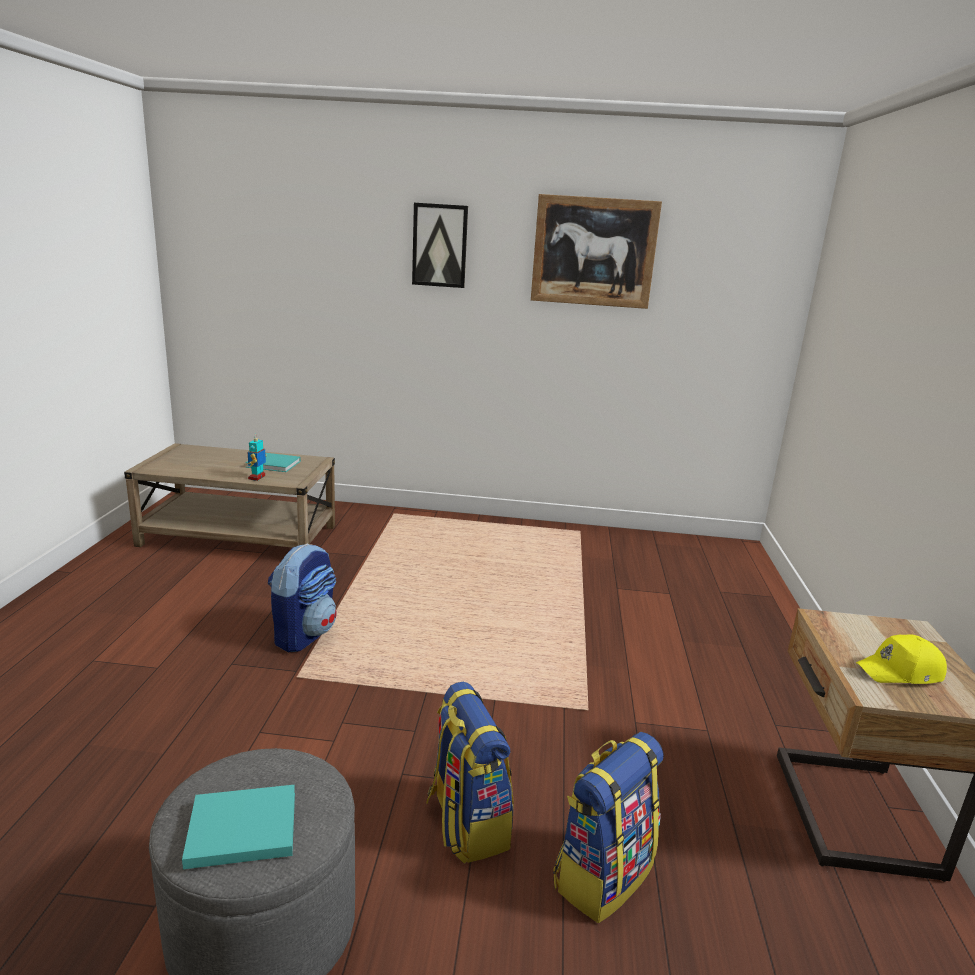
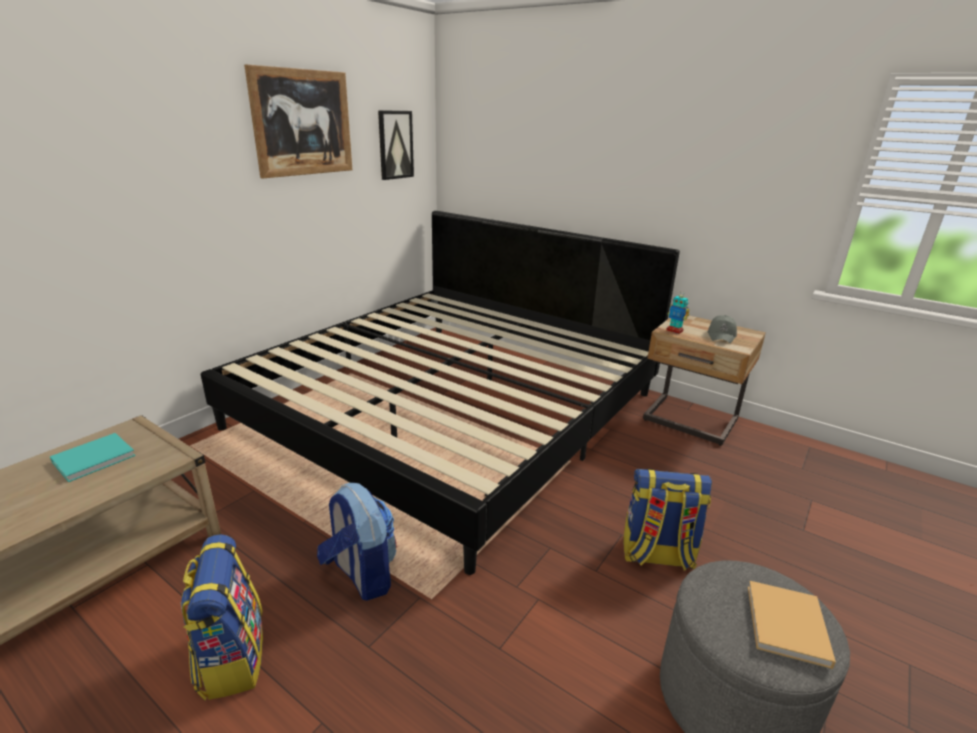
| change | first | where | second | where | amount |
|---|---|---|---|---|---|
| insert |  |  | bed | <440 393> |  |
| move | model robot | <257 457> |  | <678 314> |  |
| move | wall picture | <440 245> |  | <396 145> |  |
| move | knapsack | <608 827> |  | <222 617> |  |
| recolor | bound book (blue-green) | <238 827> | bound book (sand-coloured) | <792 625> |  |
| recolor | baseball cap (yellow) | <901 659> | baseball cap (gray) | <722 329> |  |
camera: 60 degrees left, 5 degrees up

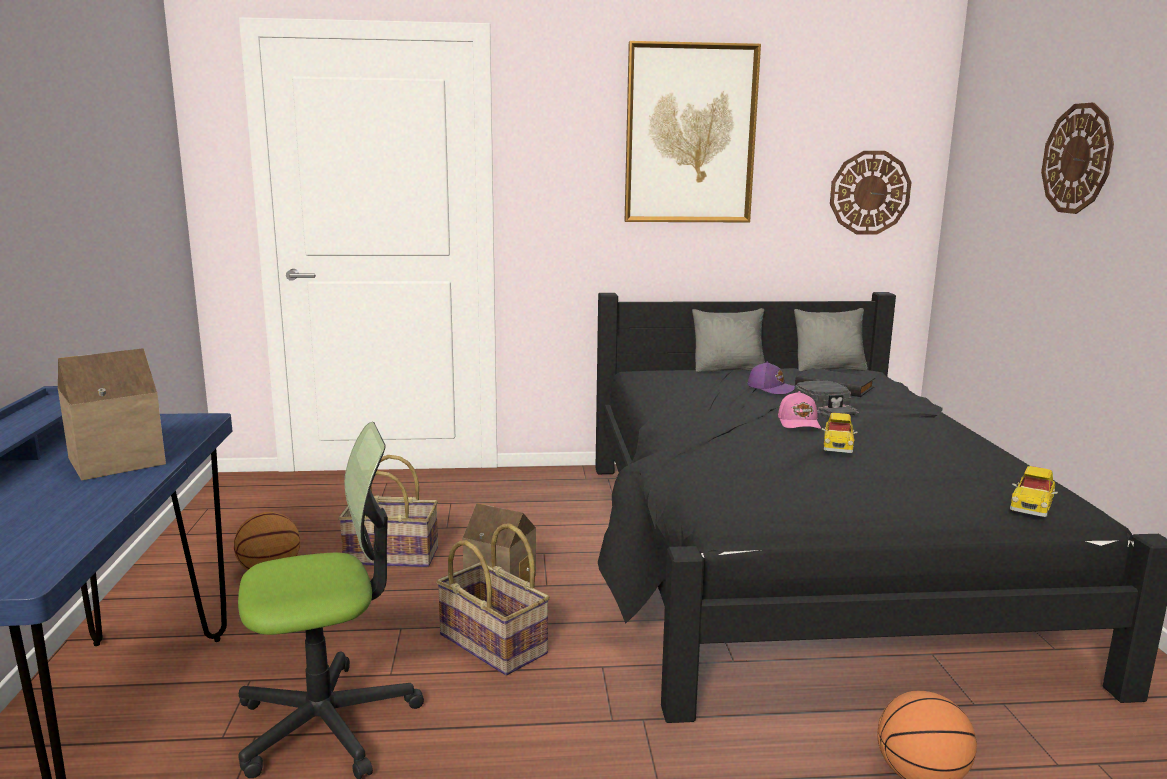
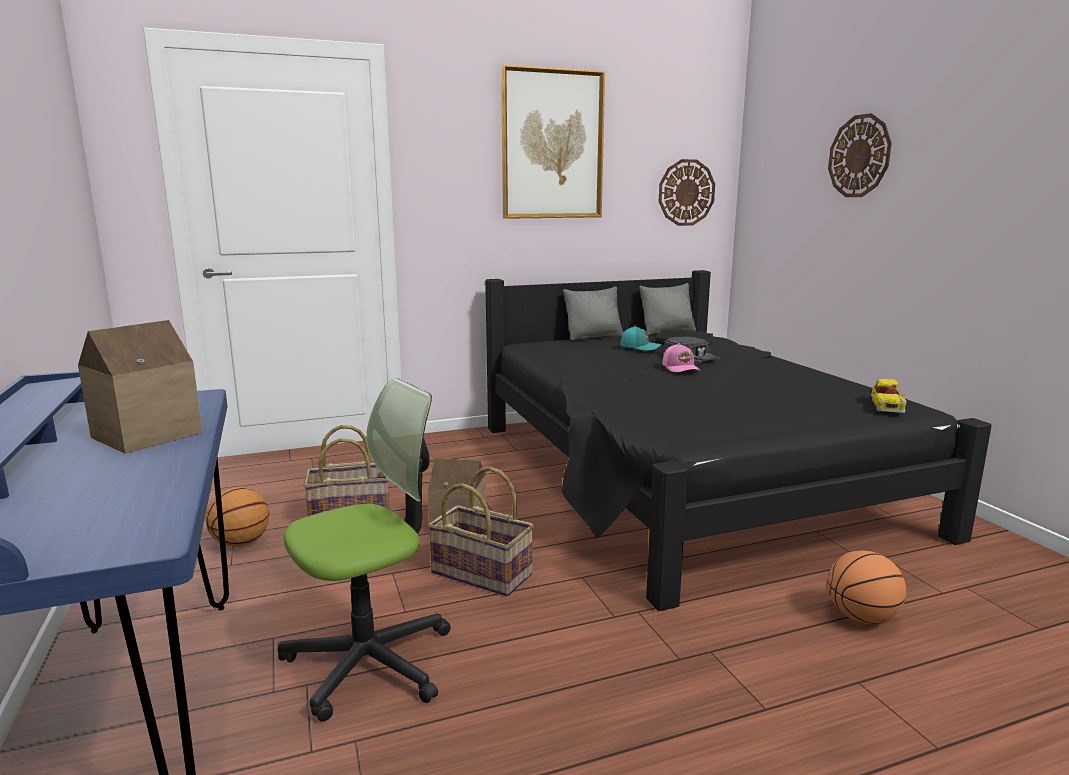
| change | first | where | second | where | amount |
|---|---|---|---|---|---|
| delete | miniature car | <840 433> |  |  |  |
| recolor | baseball cap (purple-coloured) | <771 378> | baseball cap (blue-green) | <641 338> |  |
camera: 15 degrees left, 0 degrees up

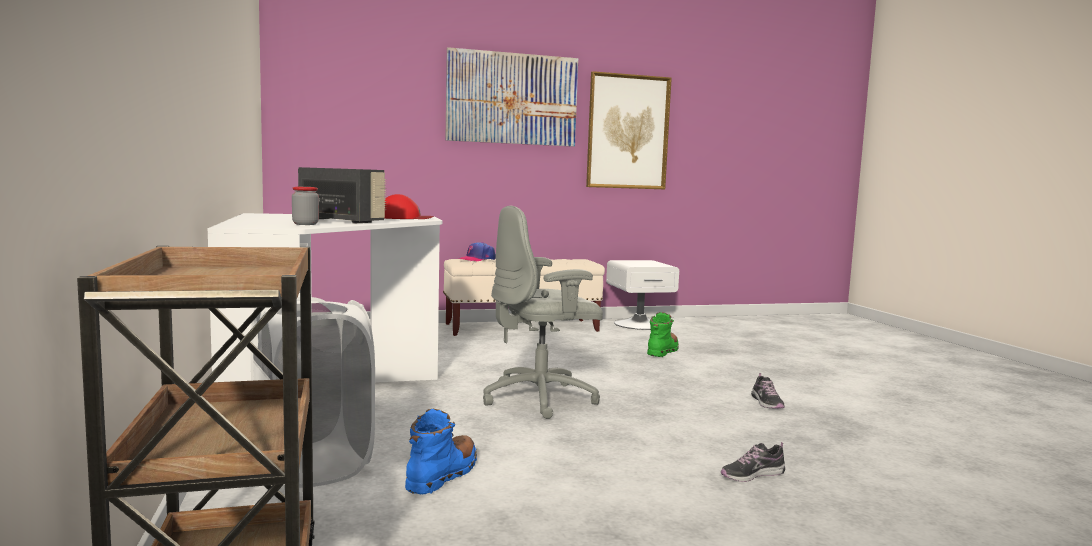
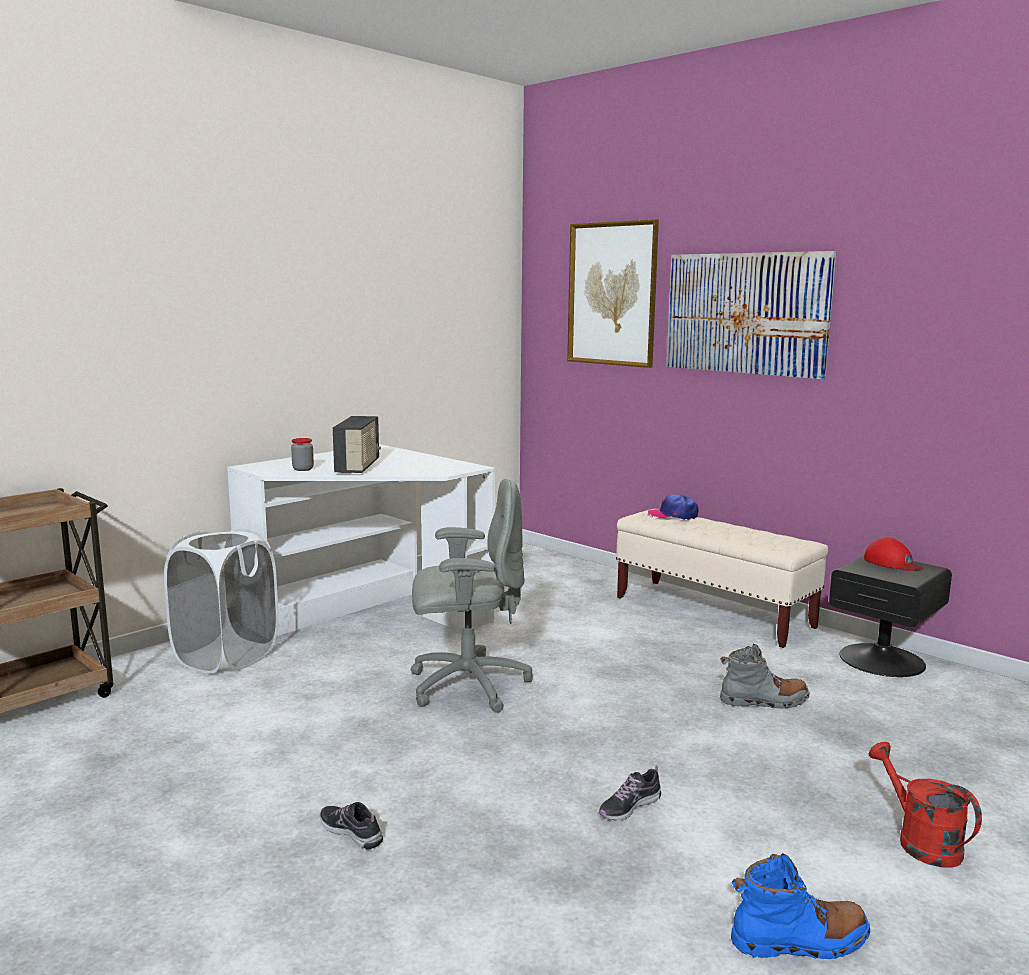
| change | first | where | second | where | amount |
|---|---|---|---|---|---|
| insert |  |  | sprinkling can (reddish) | <925 804> |  |
| move | baseball cap (reddish) | <409 206> |  | <894 554> |  |
| move | boot (blue) | <441 451> |  | <800 906> |  |
| move | wall picture | <629 130> |  | <613 293> |  |
| recolor | bedside table (whitish) | <642 295> | bedside table (black) | <890 616> |  |
| recolor | boot (greenish) | <663 334> | boot (gray) | <765 676> |  |
| rotate | computer chair (gray) | <543 312> |  | <472 596> | 135 degrees clockwise |
camera: 60 degrees right, 5 degrees up

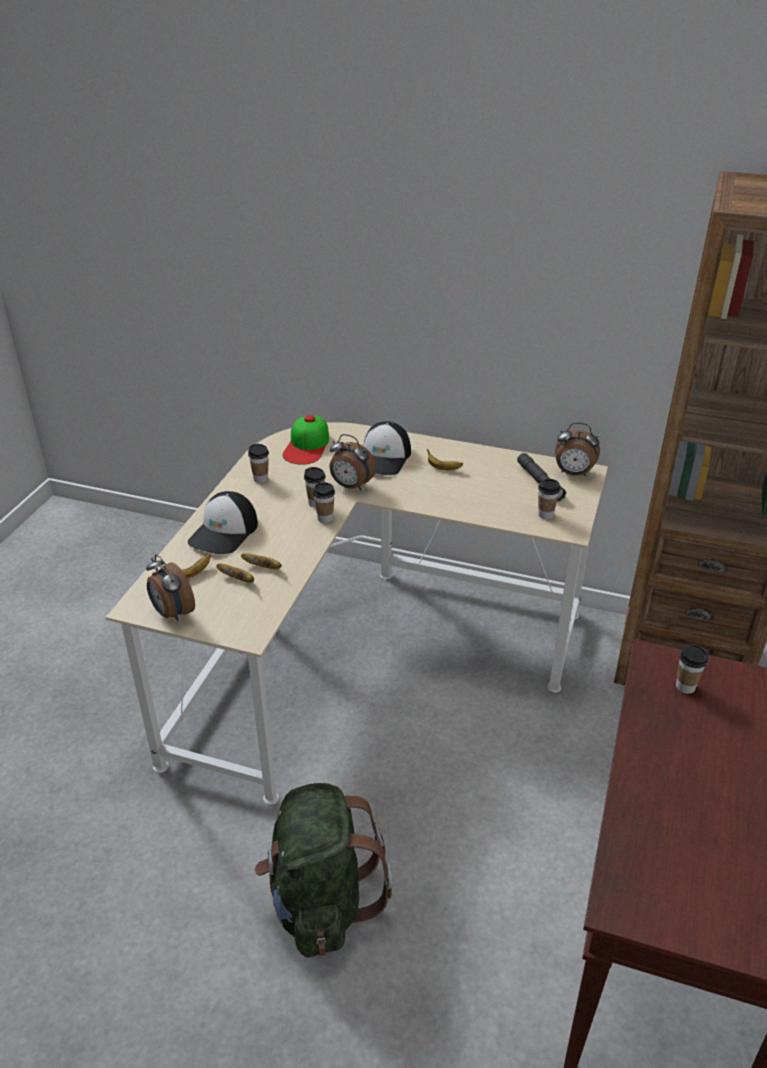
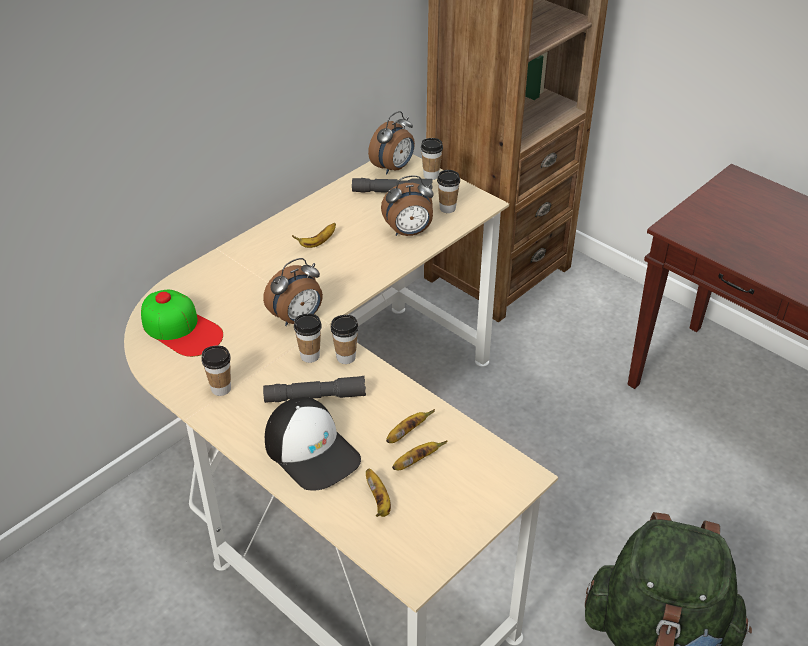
| change | first | where | second | where | amount |
|---|---|---|---|---|---|
| delete | baseball cap | <387 448> |  |  |  |
| insert |  |  | flashlight (gray) | <314 389> |  |
| move | bedside clock | <170 588> |  | <407 205> |  |
| move | drinking cup | <692 669> |  | <432 159> |  |
camera: 65 degrees left, 5 degrees up

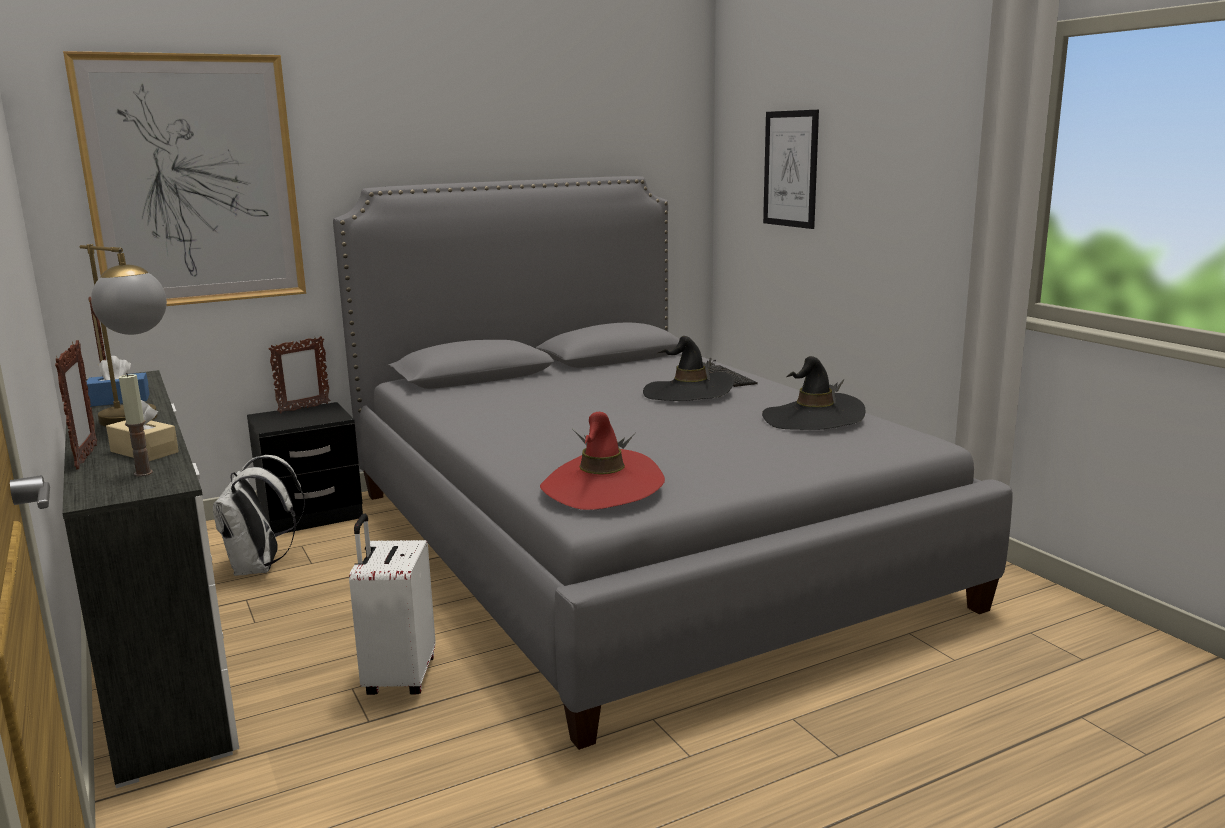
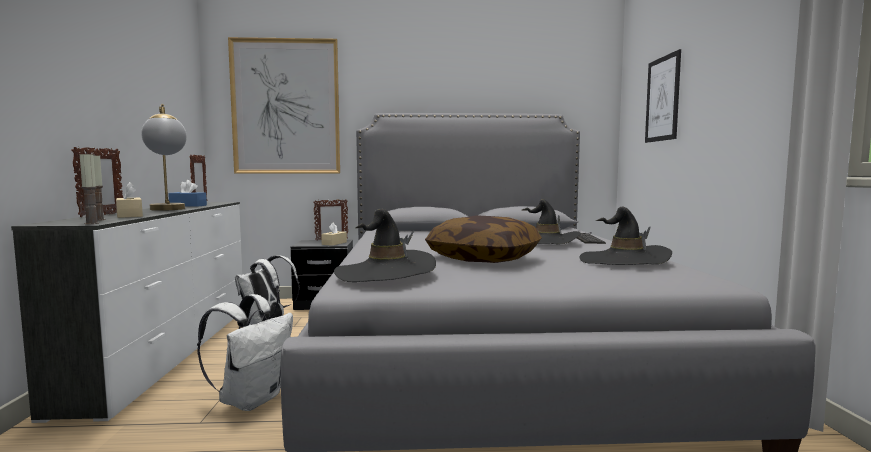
| change | first | where | second | where | amount |
|---|---|---|---|---|---|
| insert |  |  | wax light | <89 188> |  |
| insert |  |  | tissue holder (sand-coloured) | <334 234> |  |
| insert |  |  | cushion | <483 239> |  |
| replace | suitcase (whitish) | <392 604> | knapsack (whitish) | <245 352> |  |
| recolor | hat (reddish) | <602 461> | hat (black) | <385 245> |  |
camera: 25 degrees right, 10 degrees down

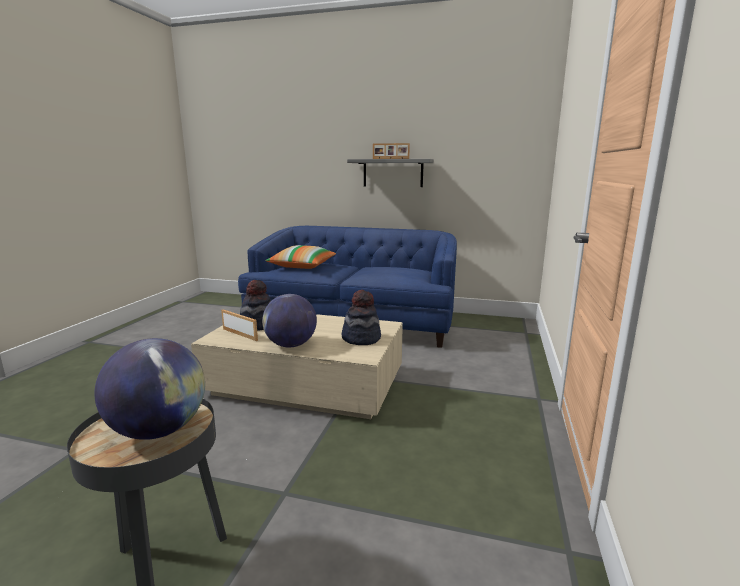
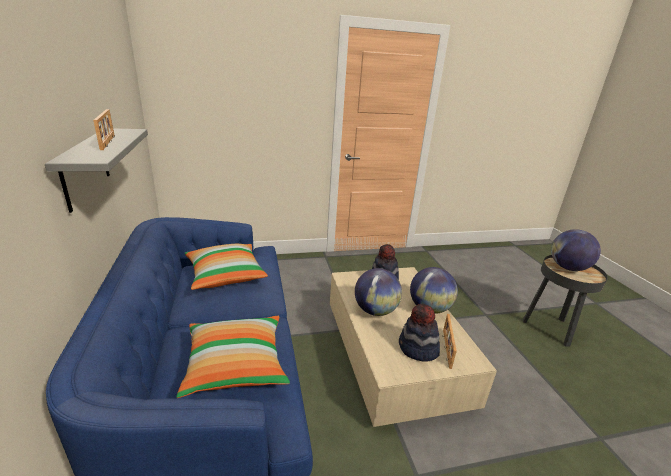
| change | first | where | second | where | amount |
|---|---|---|---|---|---|
| insert |  |  | cushion | <226 267> |  |
| insert |  |  | globe | <378 292> |  |
camera: 120 degrees left, 10 degrees up

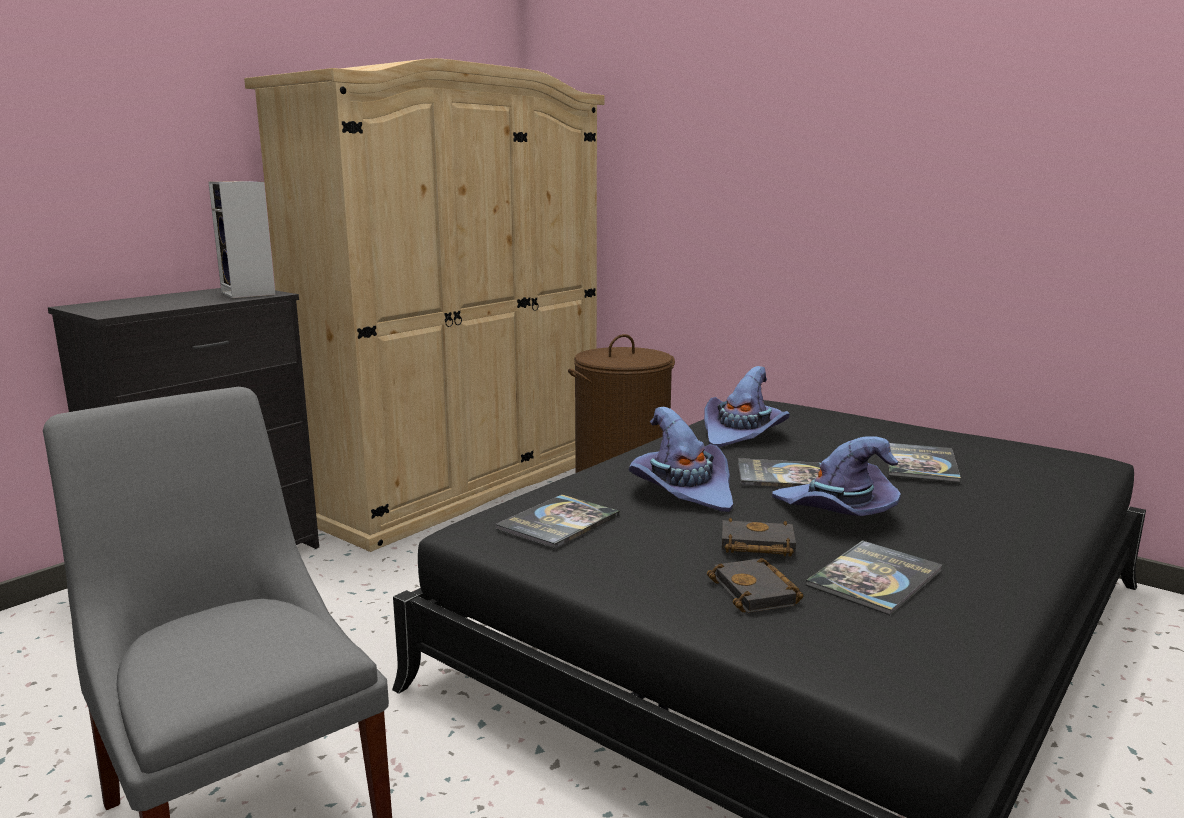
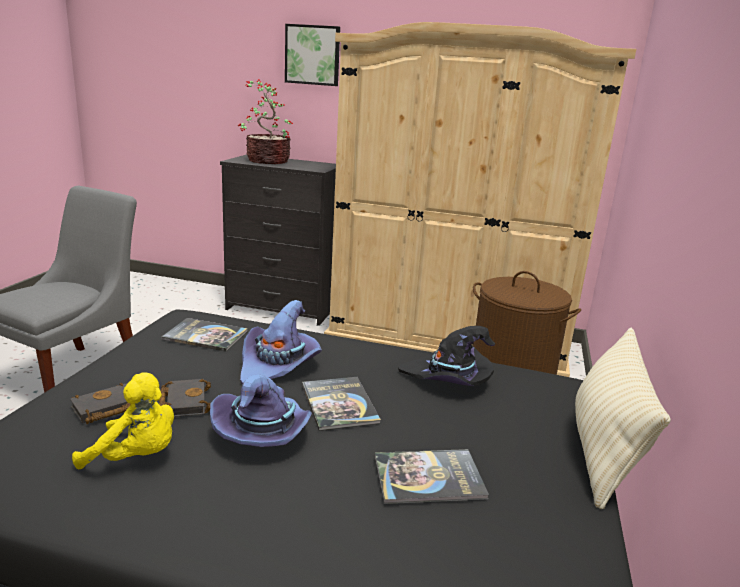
| change | first | where | second | where | amount |
|---|---|---|---|---|---|
| delete | audio speaker | <241 239> |  |  |  |
| insert |  |  | plant in a pot | <265 121> |  |
| insert |  |  | wall picture | <312 55> |  |
| insert |  |  | cushion (sand-coloured) | <623 418> |  |
| replace | bound book | <874 578> | soft toy (yellow) | <123 421> |  |
| recolor | hat (purple-coloured) | <747 406> | hat (black) | <446 356> |  |
camera: 65 degrees right, 5 degrees up

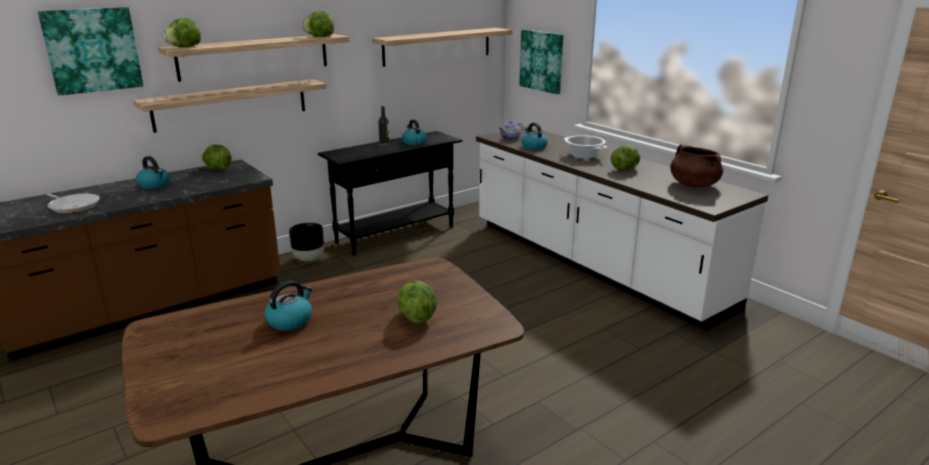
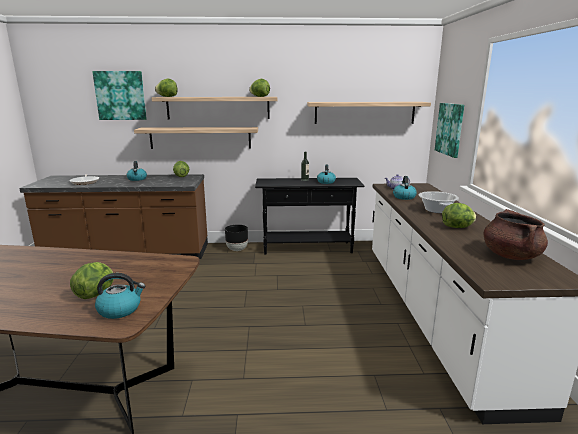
| change | first | where | second | where | amount |
|---|---|---|---|---|---|
| move | kettle | <288 305> |  | <120 296> |  |
camera: 35 degrees right, 5 degrees down

